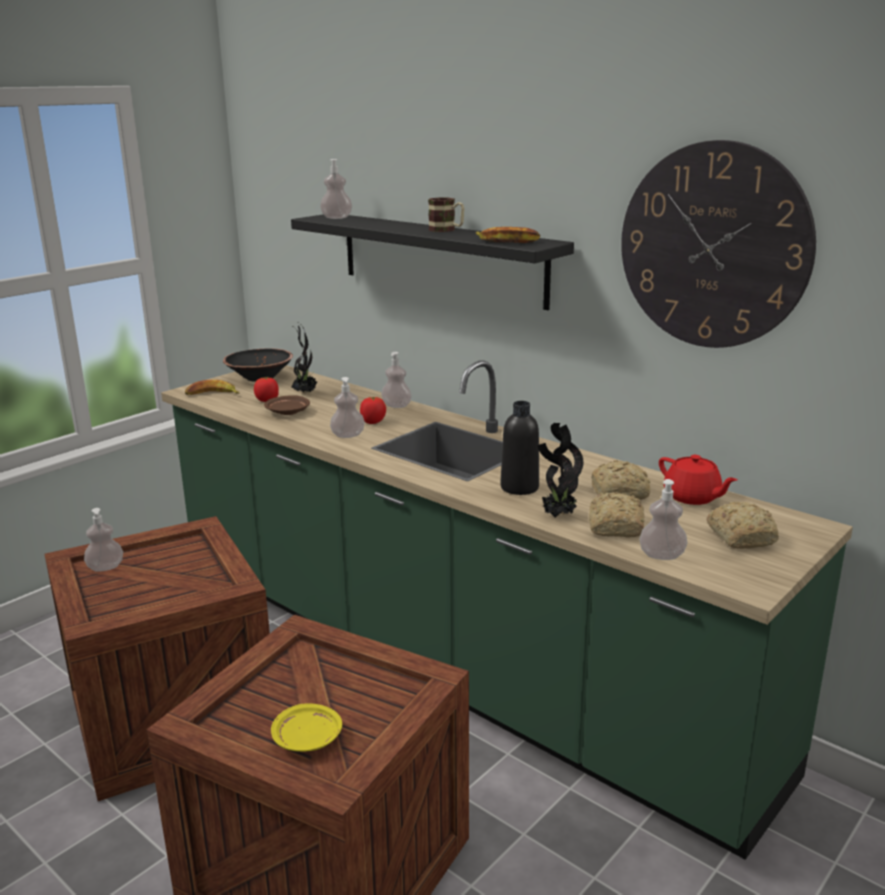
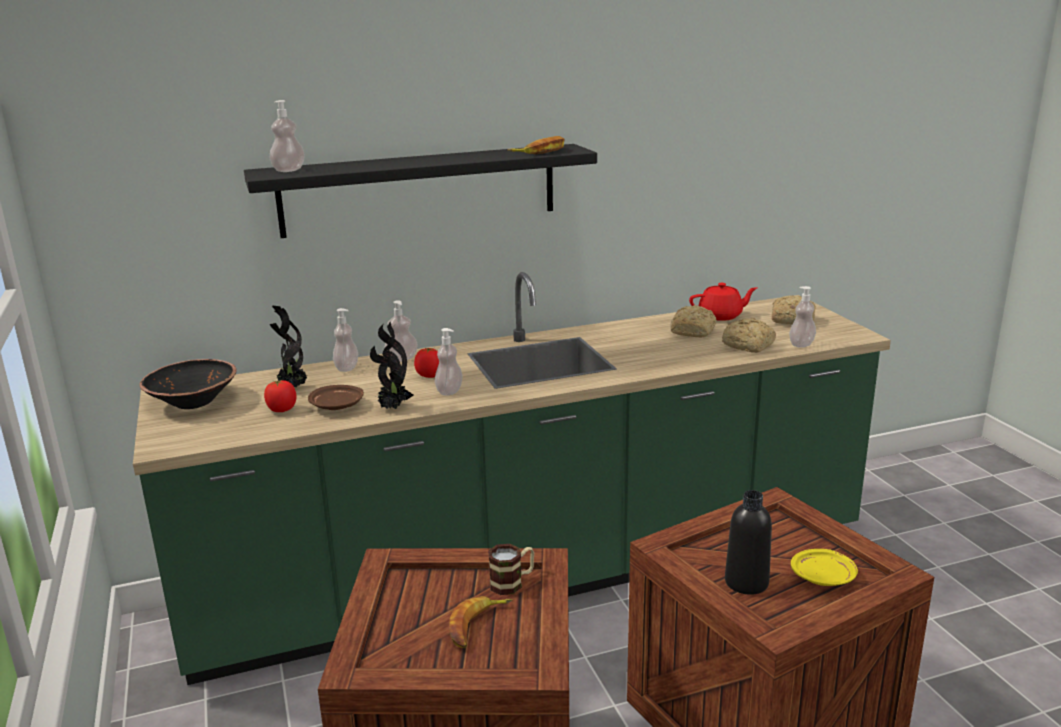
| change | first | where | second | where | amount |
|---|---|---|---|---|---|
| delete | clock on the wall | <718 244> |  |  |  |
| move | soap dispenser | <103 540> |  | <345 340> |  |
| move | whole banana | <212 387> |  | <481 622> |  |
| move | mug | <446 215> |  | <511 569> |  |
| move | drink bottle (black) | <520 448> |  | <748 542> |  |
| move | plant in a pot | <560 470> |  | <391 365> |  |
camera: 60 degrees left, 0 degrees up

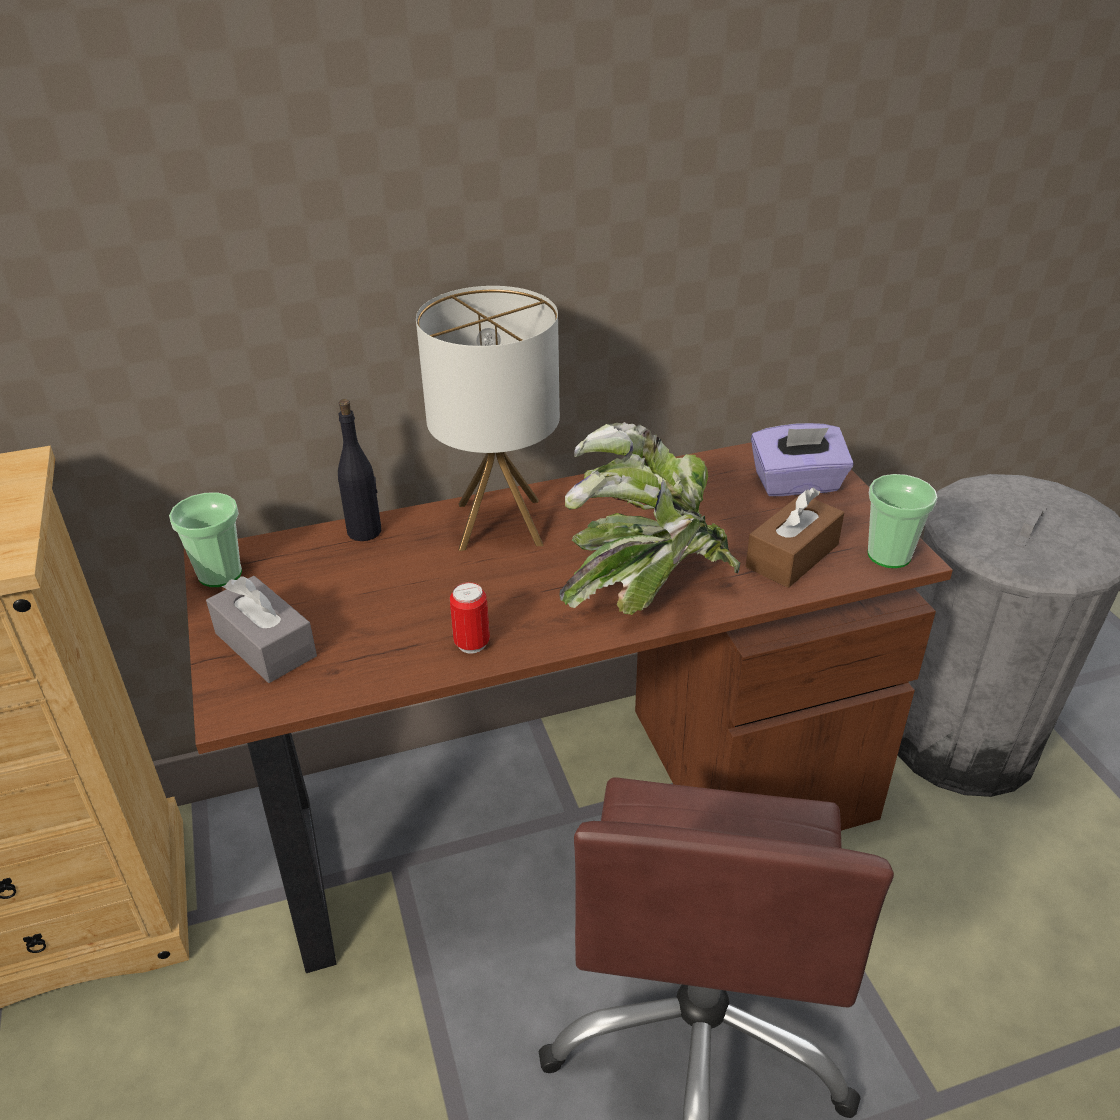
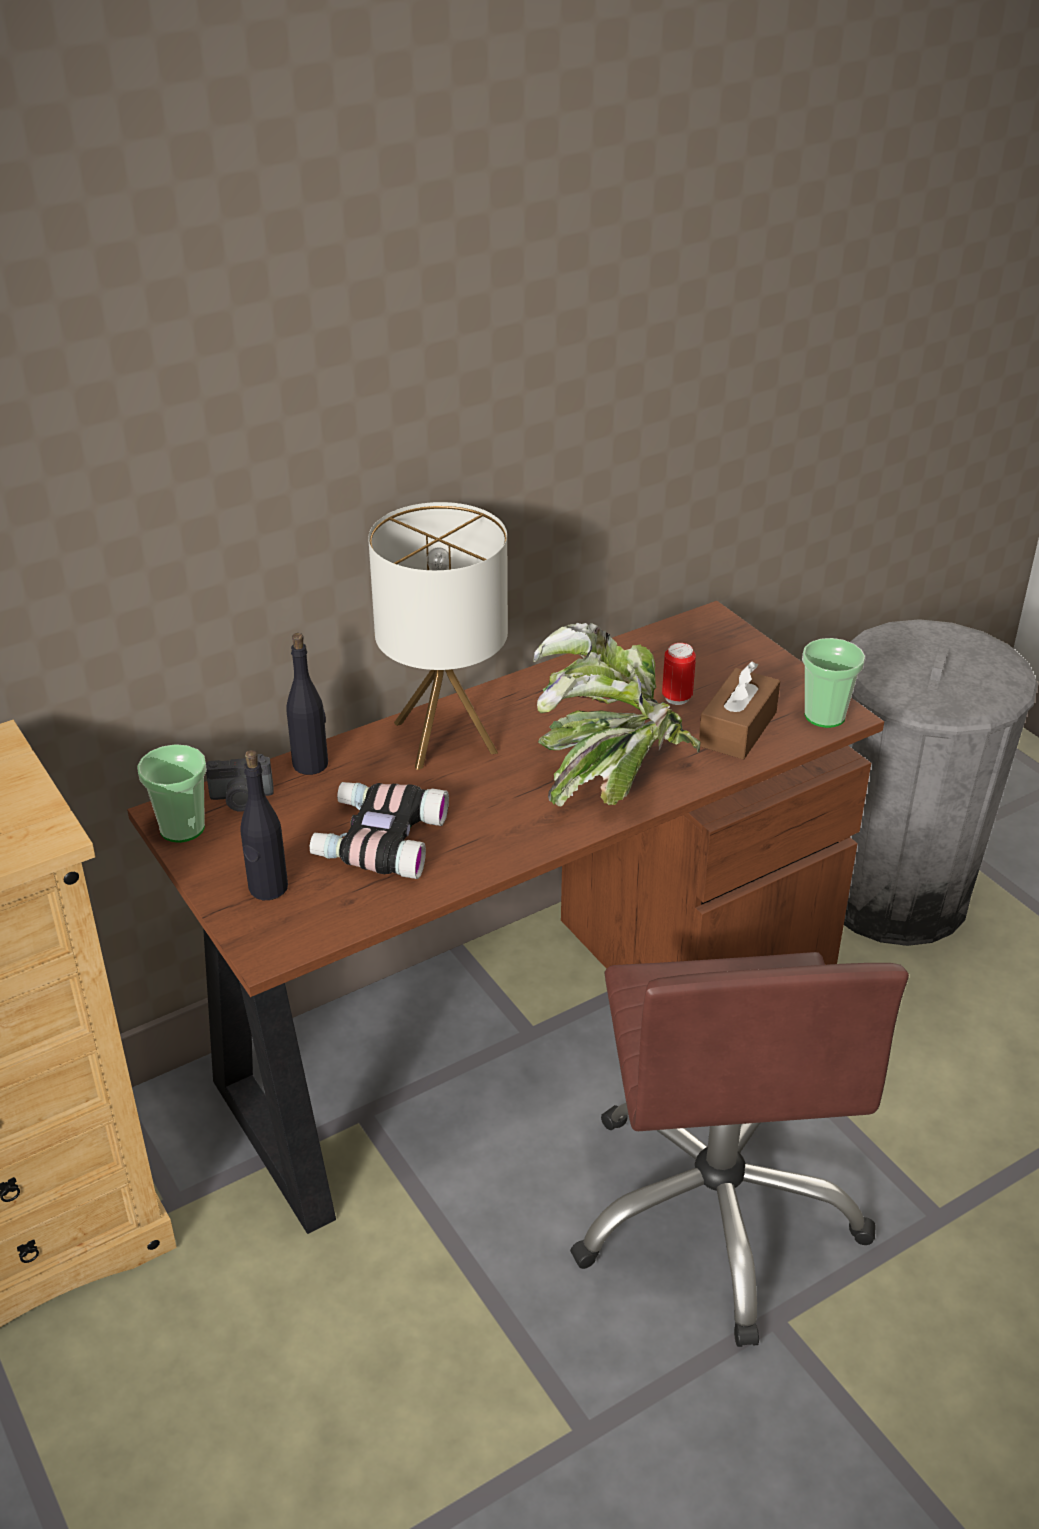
| change | first | where | second | where | amount |
|---|---|---|---|---|---|
| delete | tissue holder (purple-coloured) | <802 459> |  |  |  |
| insert |  |  | still camera | <240 783> |  |
| insert |  |  | field glasses | <379 830> |  |
| move | metal can | <470 618> |  | <679 674> |  |
| replace | tissue holder (gray) | <261 629> | drink bottle (black) | <264 825> |  |
camera: 15 degrees left, 0 degrees up

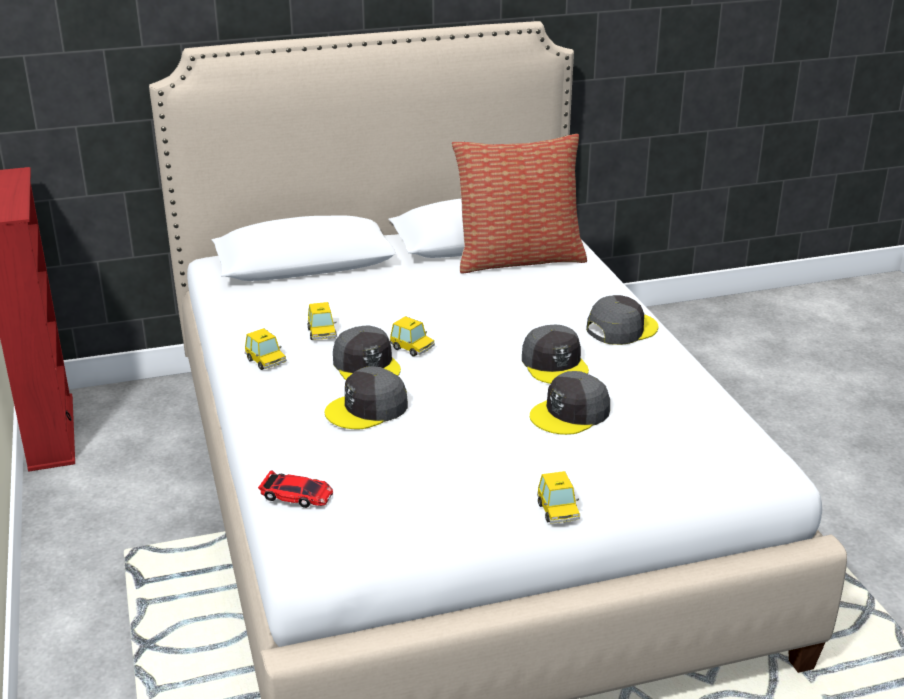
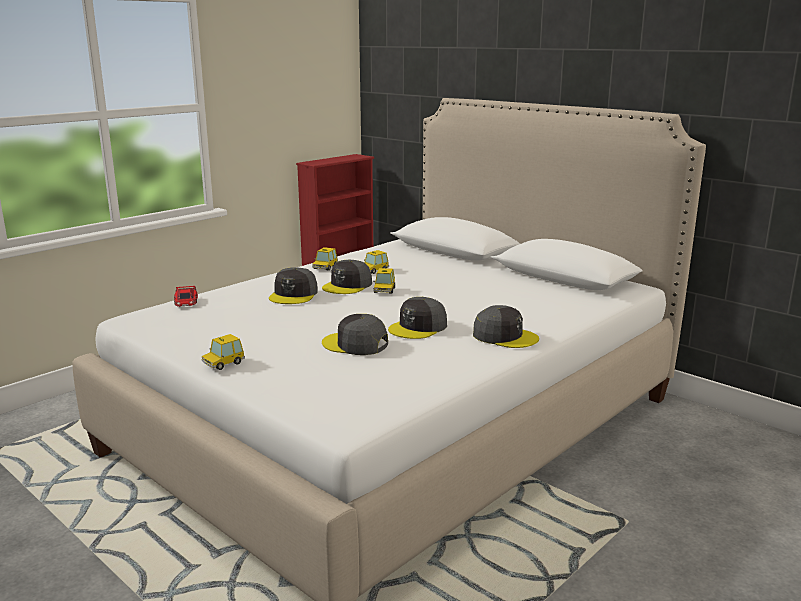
| change | first | where | second | where | amount |
|---|---|---|---|---|---|
| delete | cushion | <519 204> |  |  |  |
| rotate | baseball cap (gray) | <366 398> |  | <293 285> | 105 degrees counterclockwise |
camera: 60 degrees right, 10 degrees down

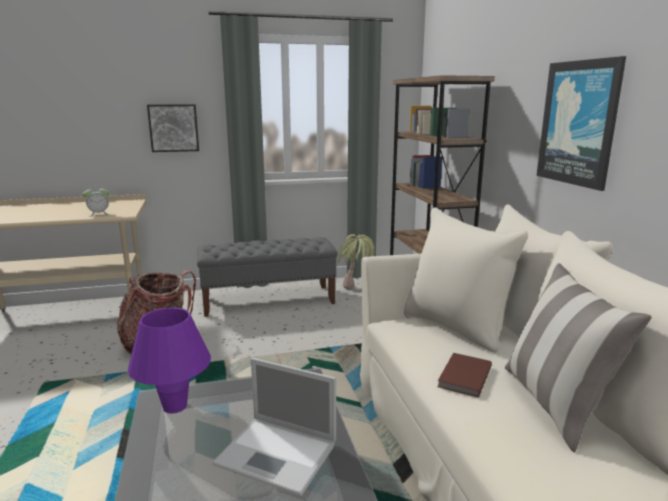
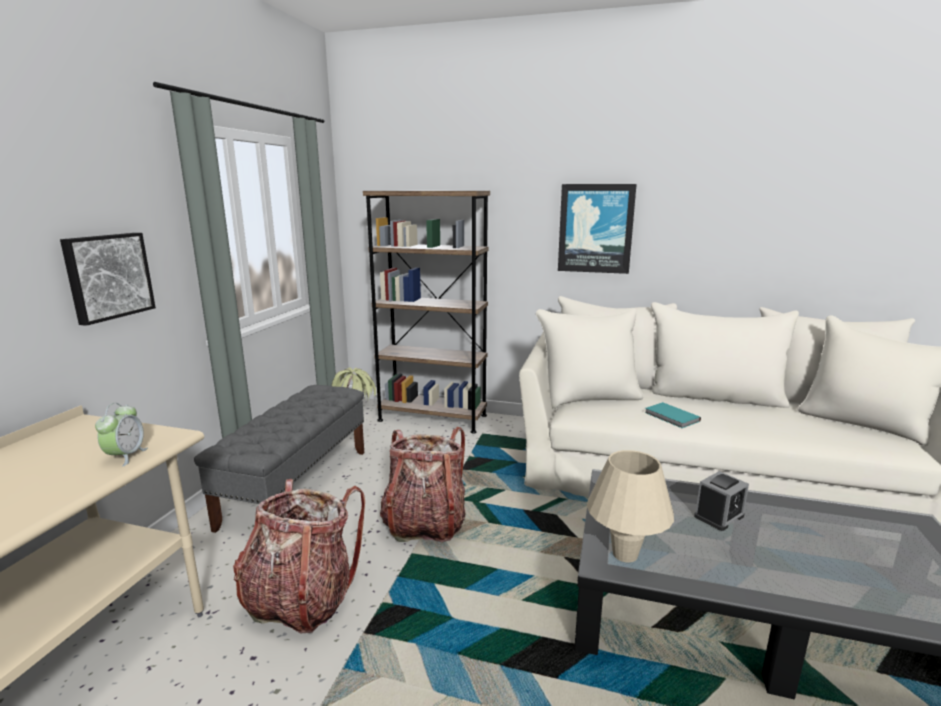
| change | first | where | second | where | amount |
|---|---|---|---|---|---|
| delete | cushion | <578 357> |  |  |  |
| insert |  |  | knapsack | <423 484> |  |
| replace | notebook computer | <274 427> | bedside clock | <721 501> |  |
| recolor | lamp for a table (purple-coloured) | <169 360> | lamp for a table (sand-coloured) | <630 506> |  |
| recolor | bound book (brown-coloured) | <464 375> | bound book (blue-green) | <673 415> |  |
camera: 60 degrees left, 0 degrees up

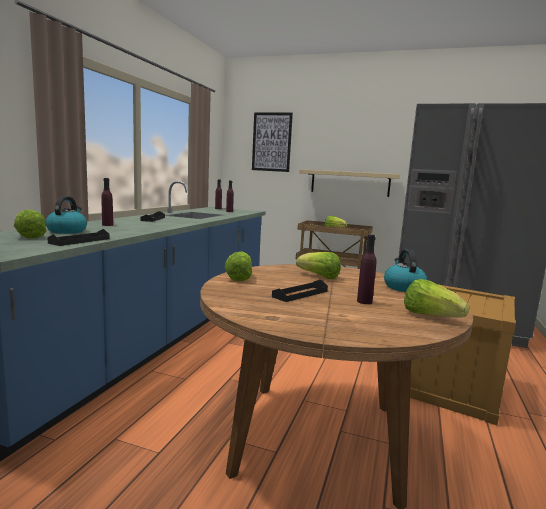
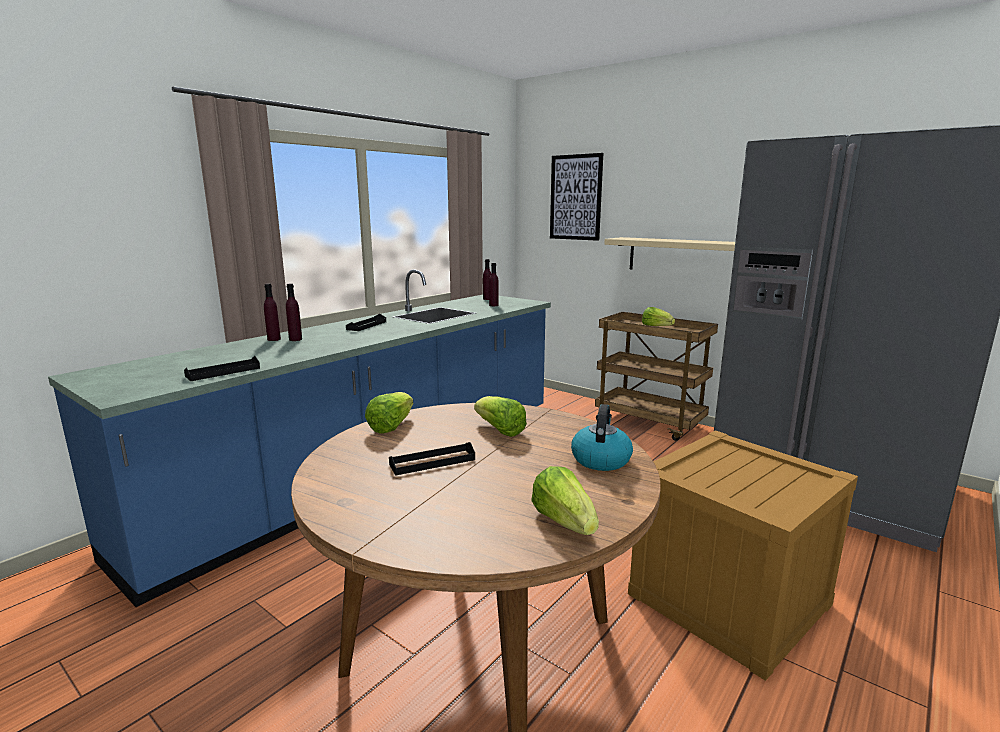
| change | first | where | second | where | amount |
|---|---|---|---|---|---|
| delete | lettuce | <30 224> |  |  |  |
| delete | kettle | <66 215> |  |  |  |
| move | drink bottle (purple-coloured) | <366 269> |  | <272 312> |  |
camera: 20 degrees right, 5 degrees up

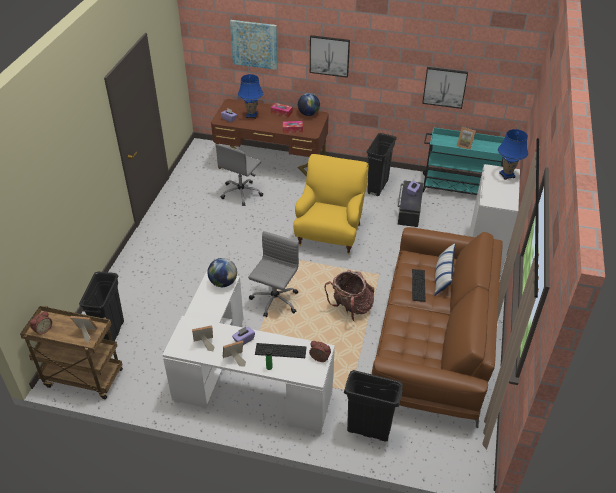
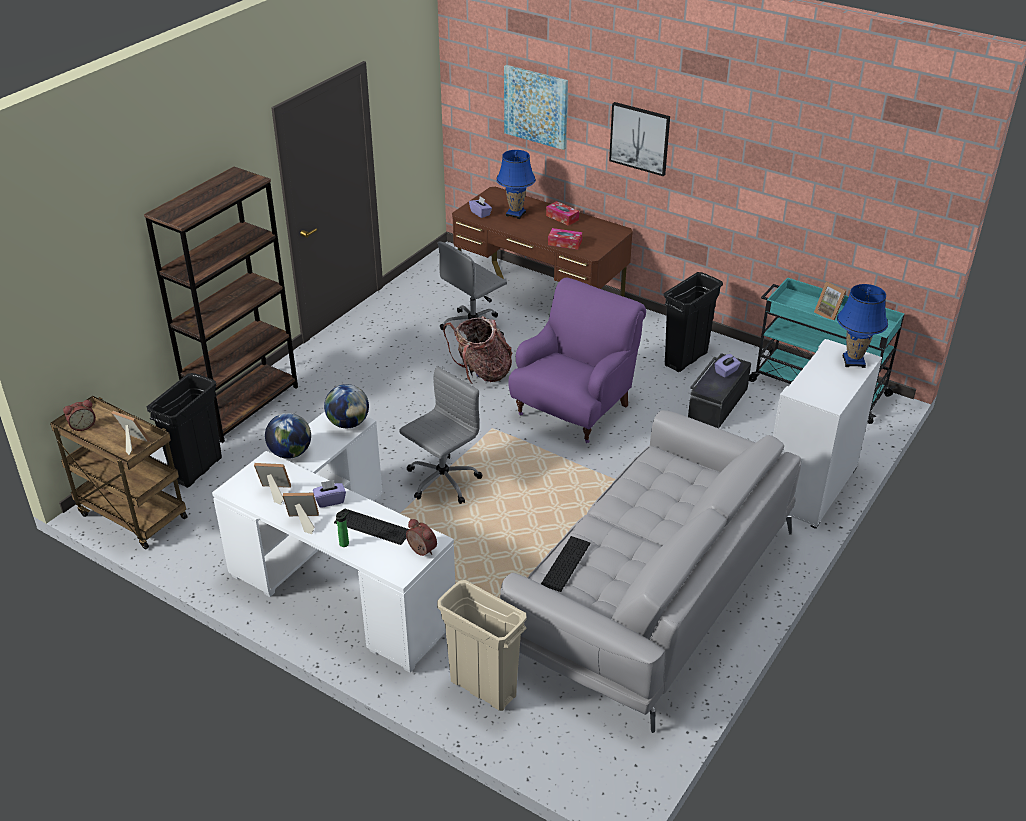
| change | first | where | second | where | amount |
|---|---|---|---|---|---|
| delete | wall picture | <445 88> |  |  |  |
| delete | cushion | <445 269> |  |  |  |
| insert |  |  | shelving unit (brown-coloured) | <221 305> |  |
| move | globe | <309 104> |  | <288 436> |  |
| move | knapsack | <349 296> |  | <477 350> |  |
| move | computer keyboard | <419 285> |  | <566 564> |  |
| recolor | armchair (yellow) | <331 204> | armchair (purple-coloured) | <577 360> |  |
| recolor | rubbish bin (black) | <373 406> | rubbish bin (sand-coloured) | <482 645> |  |
| recolor | sofa (brown-coloured) | <437 327> | sofa (gray) | <650 571> |  |
camera: 20 degrees right, 5 degrees down

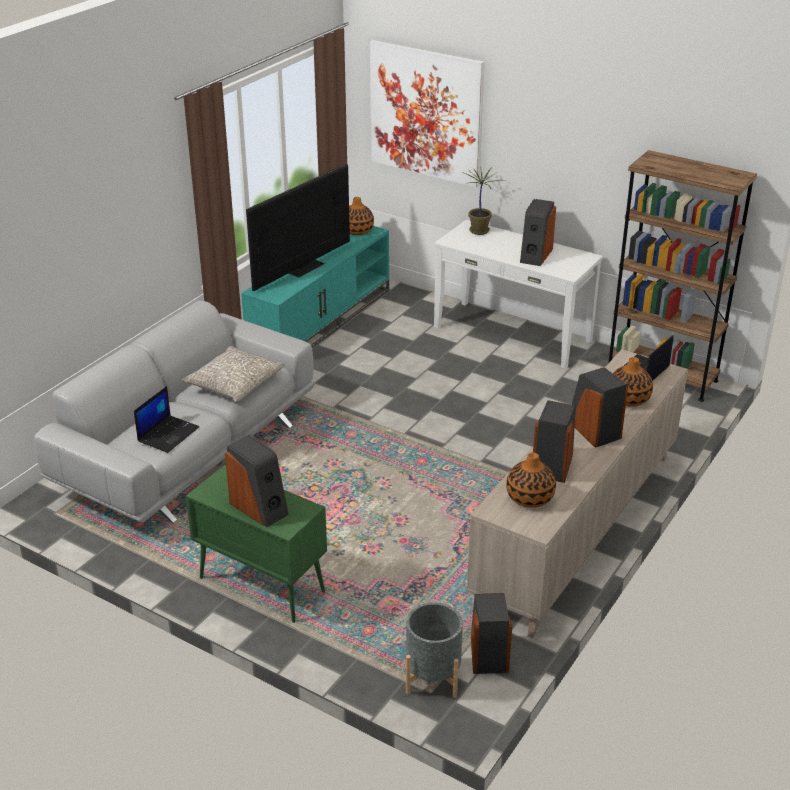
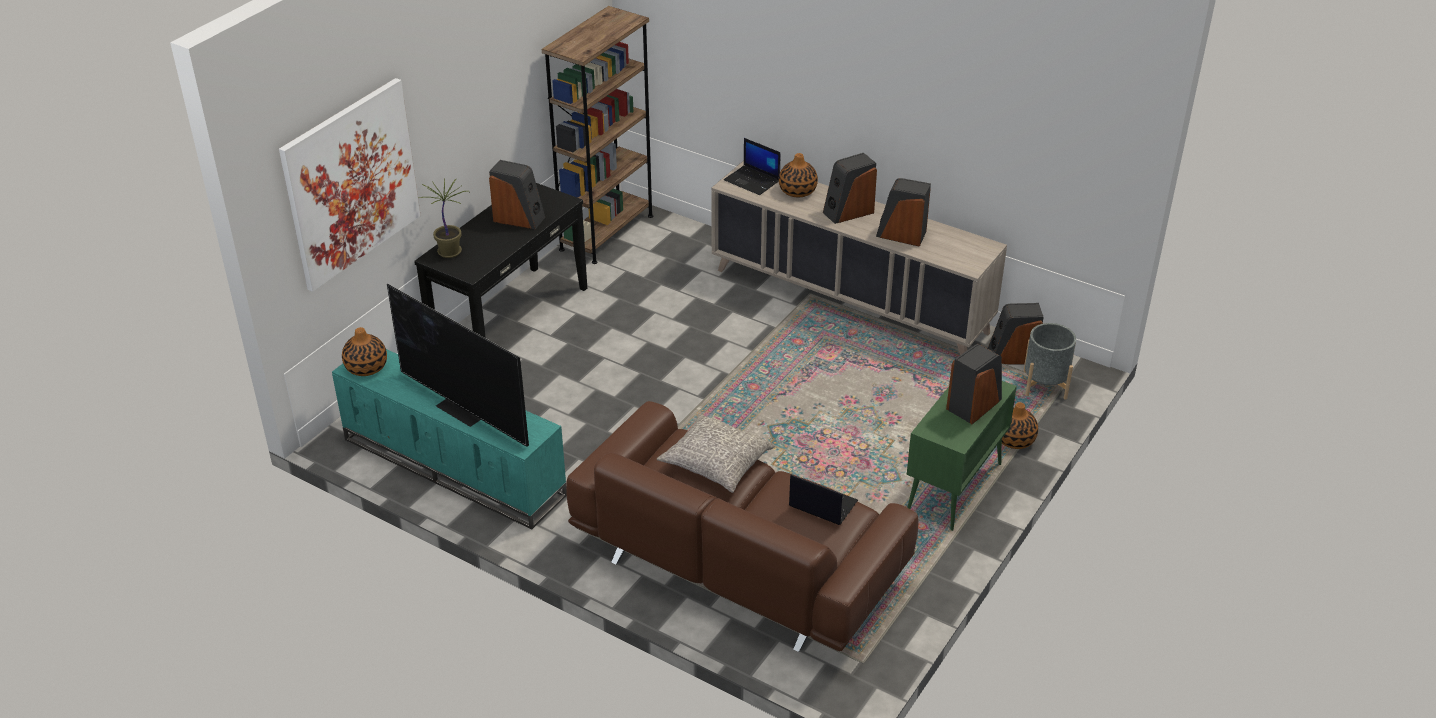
| change | first | where | second | where | amount |
|---|---|---|---|---|---|
| move | vase | <531 480> |  | <1020 425> |  |
| recolor | sofa (gray) | <174 412> | sofa (brown-coloured) | <742 526> |  |
| recolor | narrow table (whitish) | <518 294> | narrow table (black) | <500 260> |  |
camera: 90 degrees left, 5 degrees up

